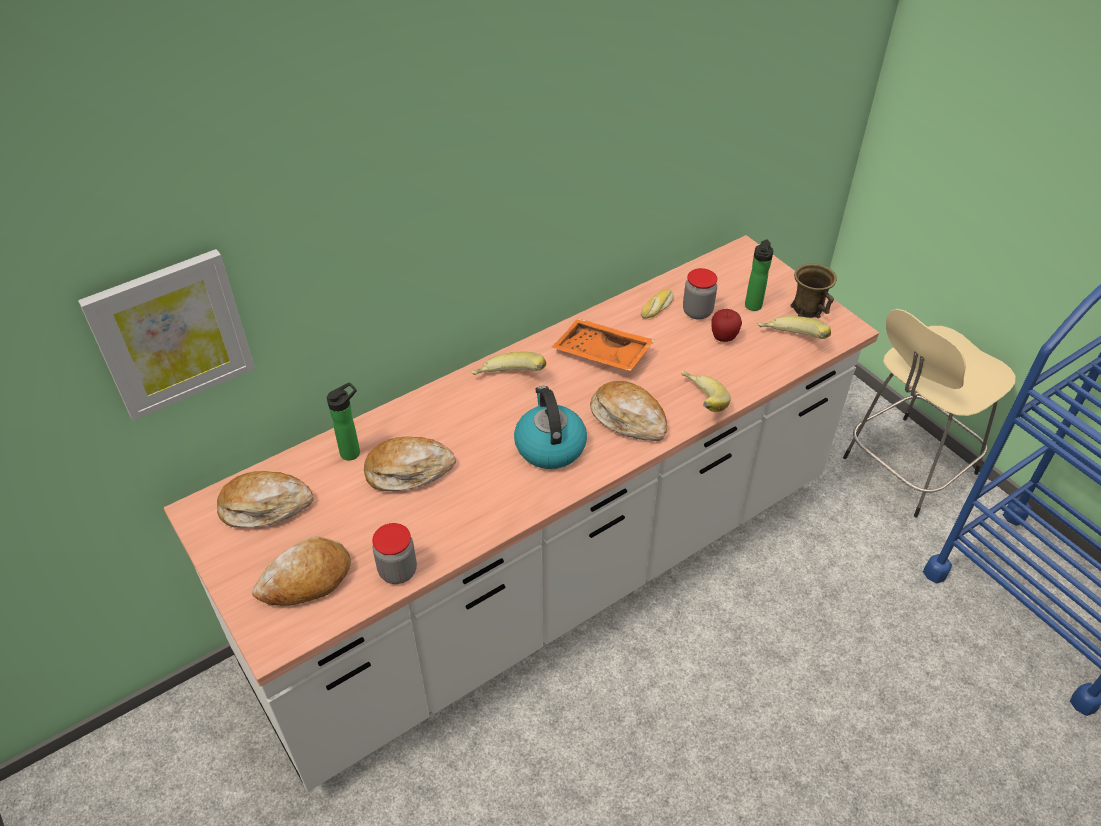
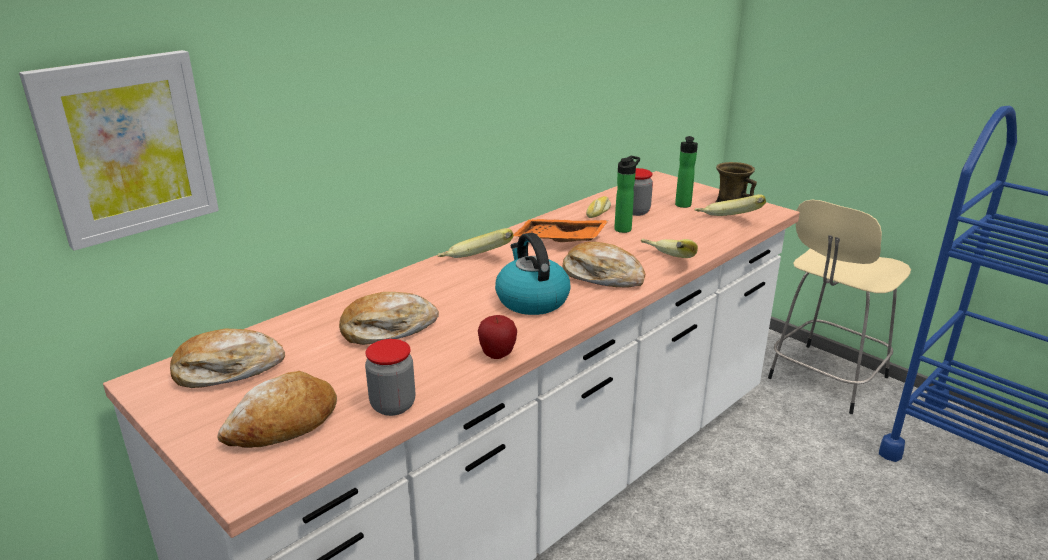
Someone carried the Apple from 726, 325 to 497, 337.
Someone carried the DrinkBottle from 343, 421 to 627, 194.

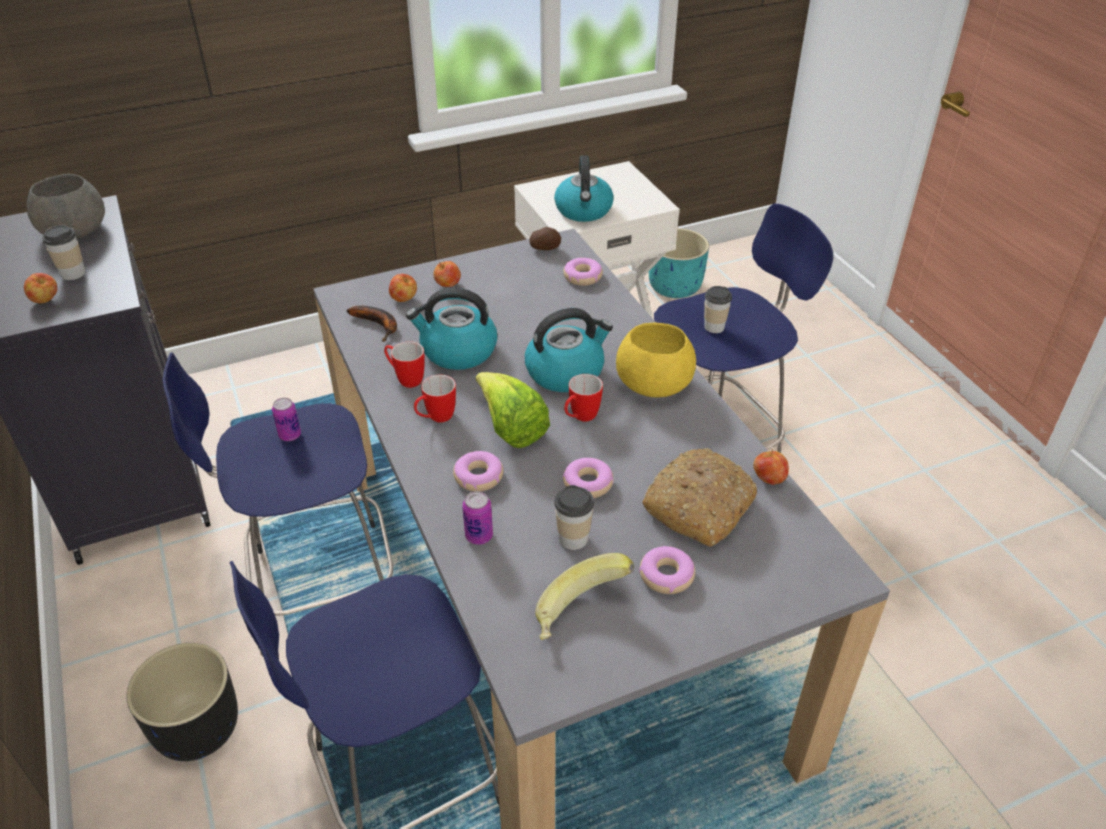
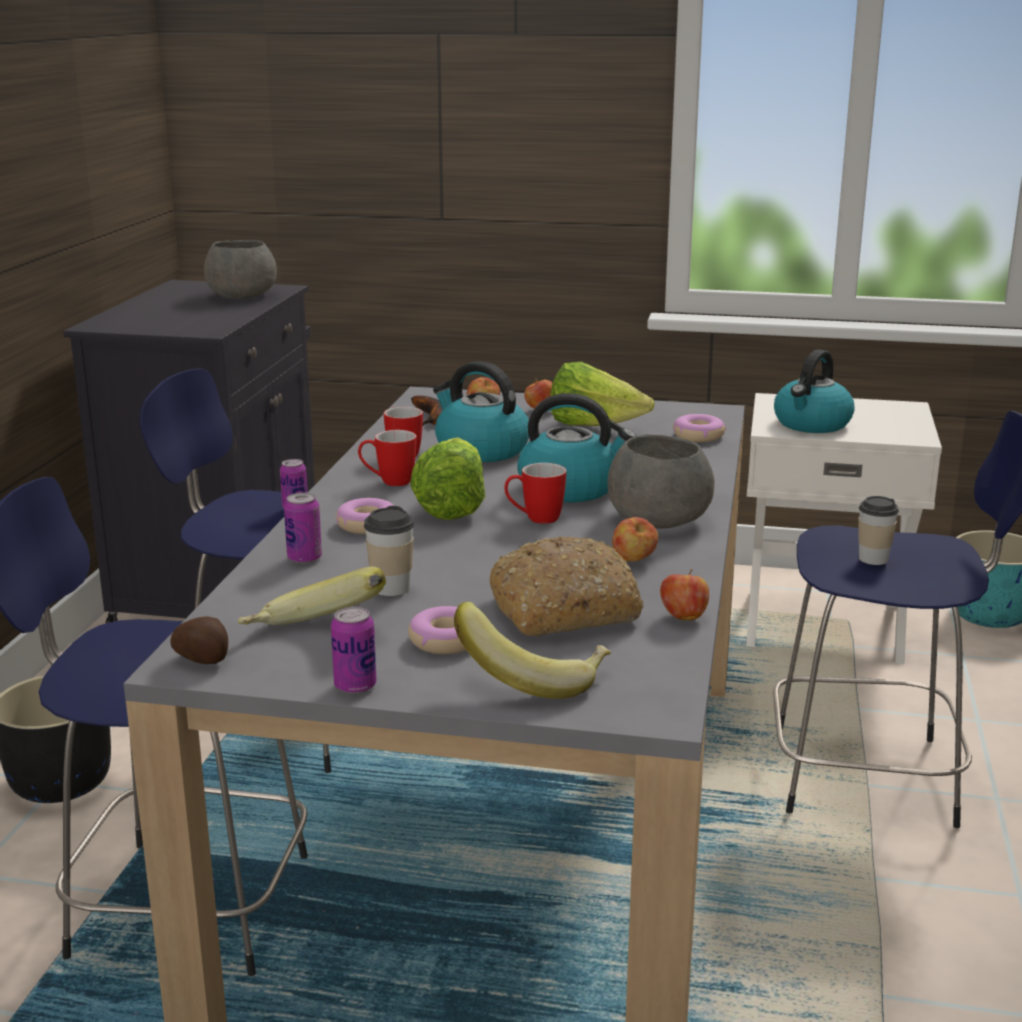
Someone took away the Cup at 64, 252.
Someone carried the Potato from 545, 239 to 199, 640.
Someone carried the Apple from 40, 288 to 635, 539.
Someone repainted the YellowishBowl at 656, 360, which became the GrayBowl at 660, 482.
Someone took away the Donut at 588, 478.
Someone put down the Lettuce at 602, 394.
Someone put down the WholeBanana at 532, 650.
Someone put down the SealedCan at 354, 650.

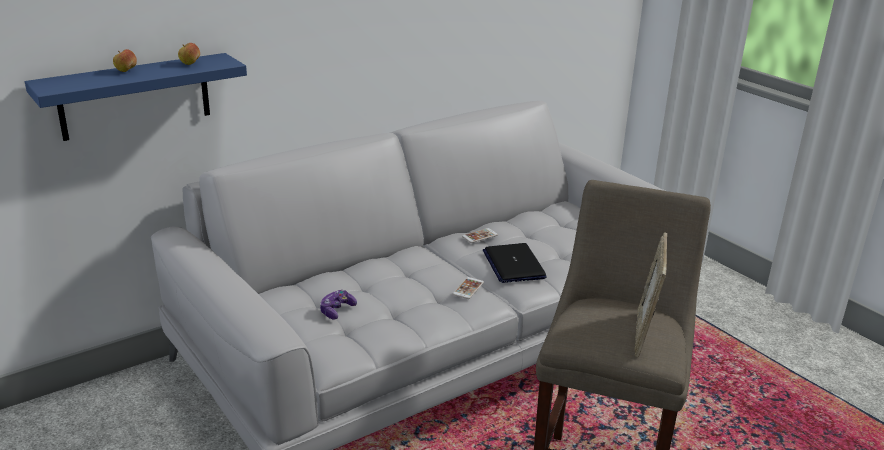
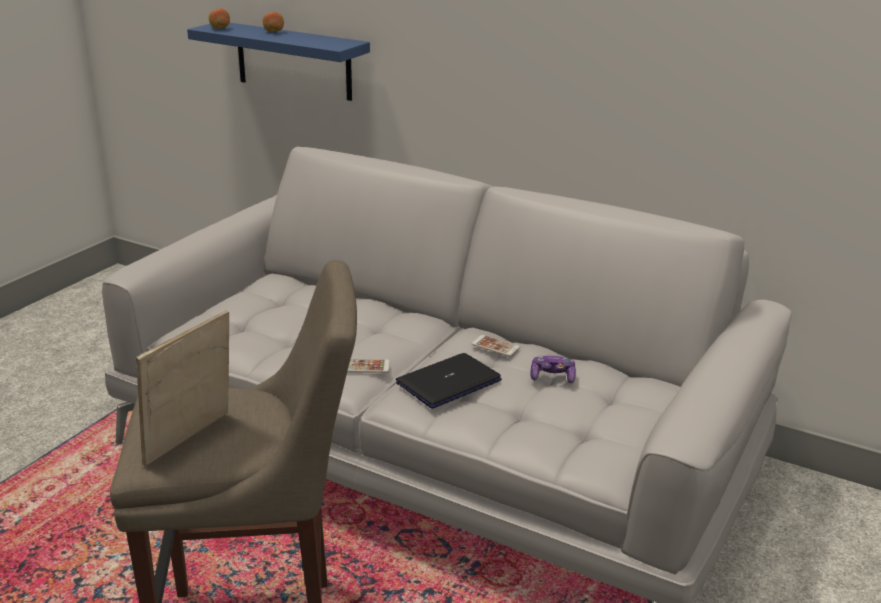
Someone carried the Apple from 189, 54 to 219, 18.
Someone rotated the StandingFrame at 651, 294 by 45 degrees counterclockwise.
Someone carried the Joypad from 338, 305 to 553, 369.

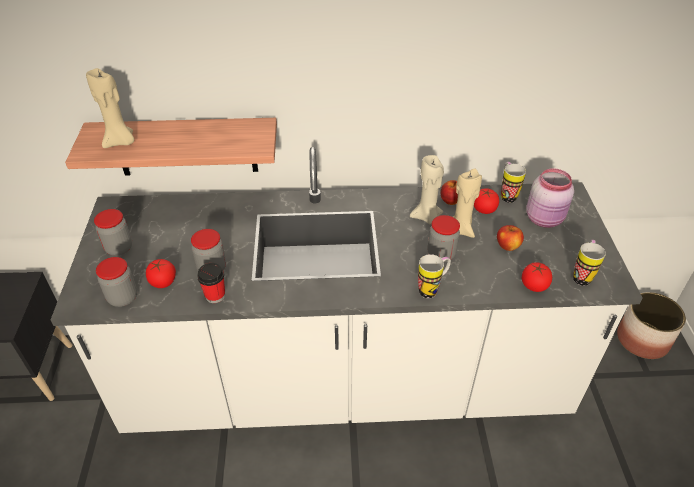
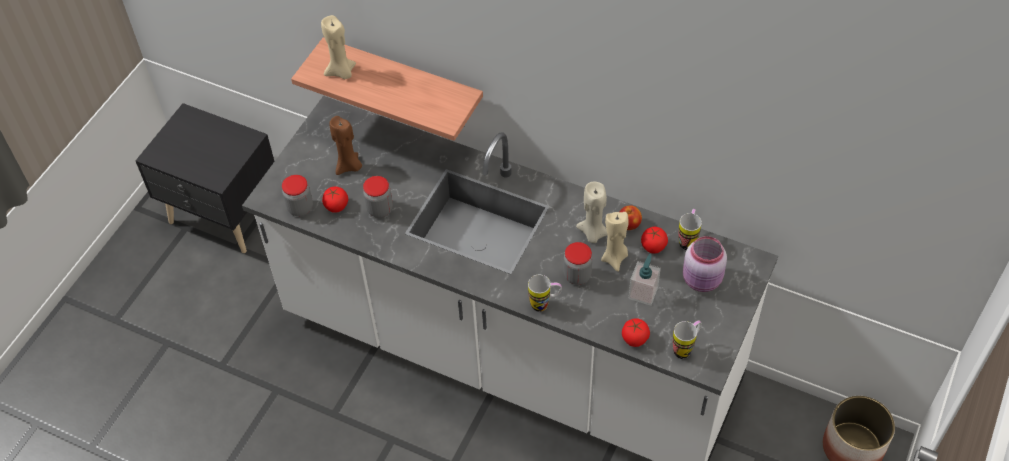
Someone took away the PreserveJar at 113, 232.
Someone swapped the Apple at 510, 238 for the LiquidSoapBottle at 645, 280.
Someone took away the Cup at 211, 283.
Someone put down the BrownColouredCandle at 345, 145.

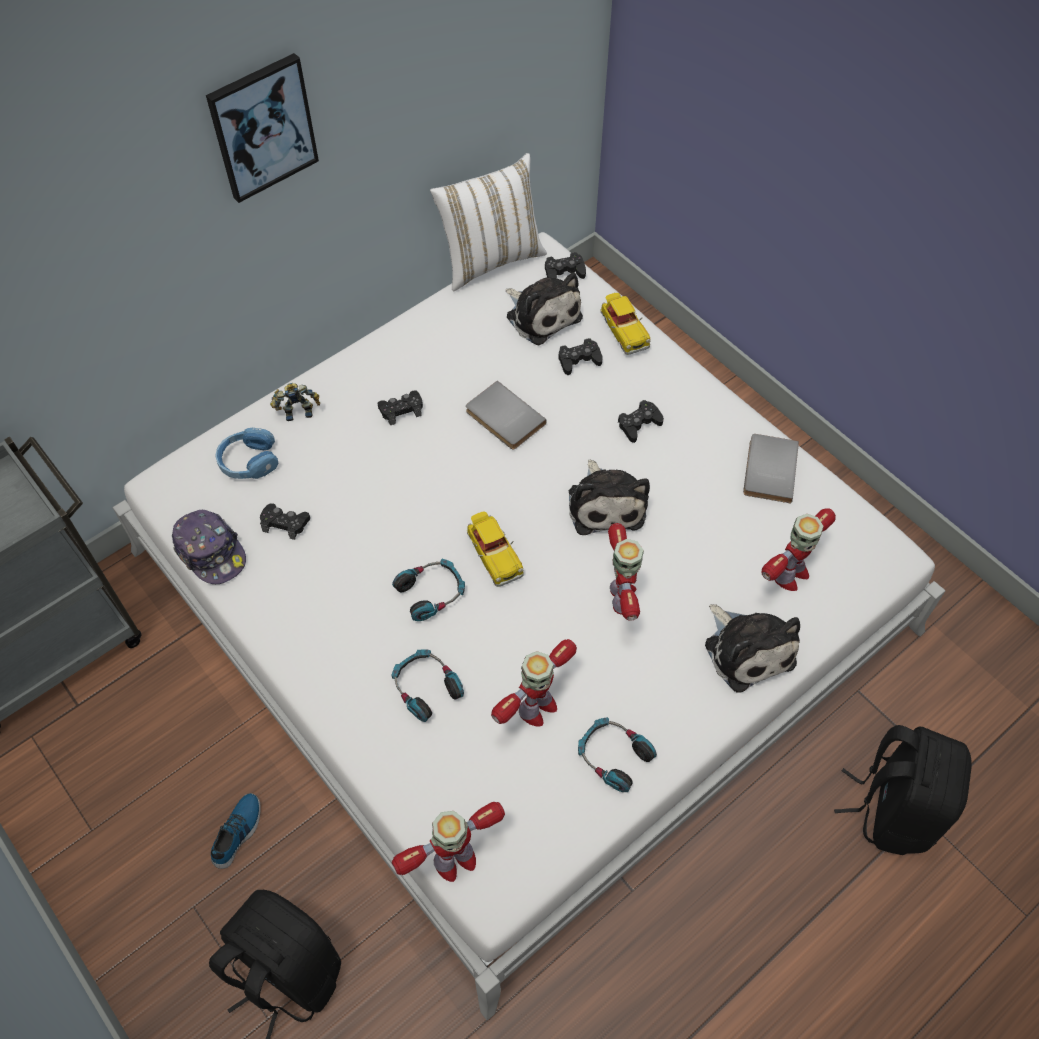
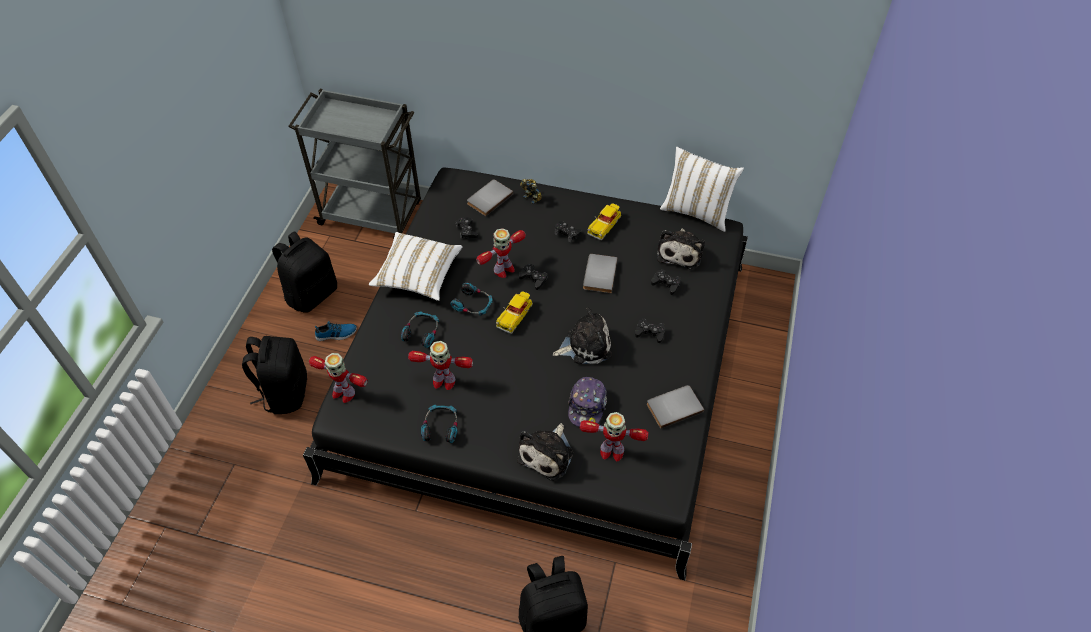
Someone took away the WallPicture at 262, 128.
Someone repainted the WhiteBedroomBed at 529, 626, which became the BlackishBedroomBed at 525, 374.
Someone carried the BlackishJoypad from 565, 265 to 533, 277.
Someone carried the MiniatureCar from 625, 324 to 604, 222.
Someone swapped the BlueHeadset at 246, 453 for the GrayBoundBook at 490, 197.
Someone rotated the CuddlyToy at 609, 497 by 150 degrees counterclockwise.
Someone carried the Cap from 209, 547 to 587, 402.
Someone carried the RobotFigure from 626, 572 to 501, 253.
Someone put down the BlackishBackpack at 304, 272.
Someone put down the WhiteThrowPillow at 415, 266.

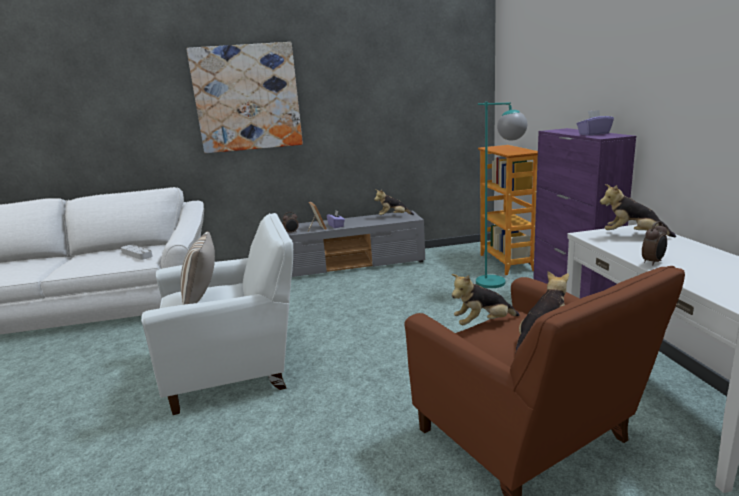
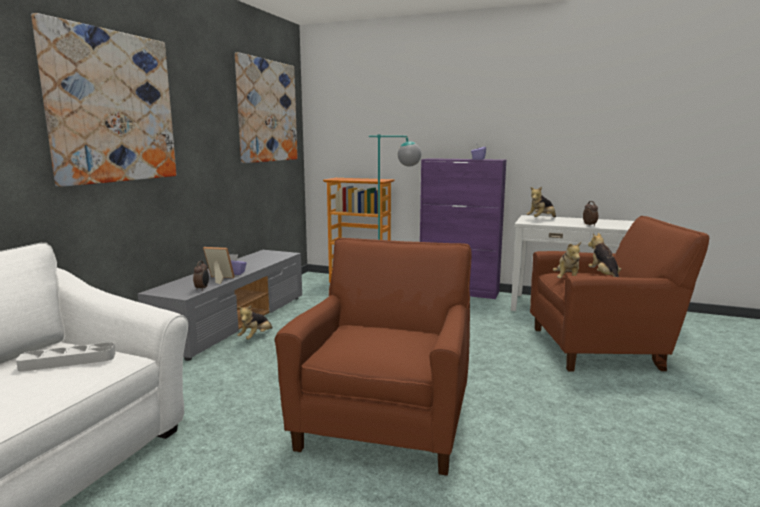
Someone carried the CuddlyToy from 394, 202 to 255, 322.
Someone repainted the WhiteLoungeChair at 217, 314, which became the BrownColouredLoungeChair at 373, 357.
Someone took away the ThrowPillow at 197, 268.
Someone put up the WallPicture at 266, 107.

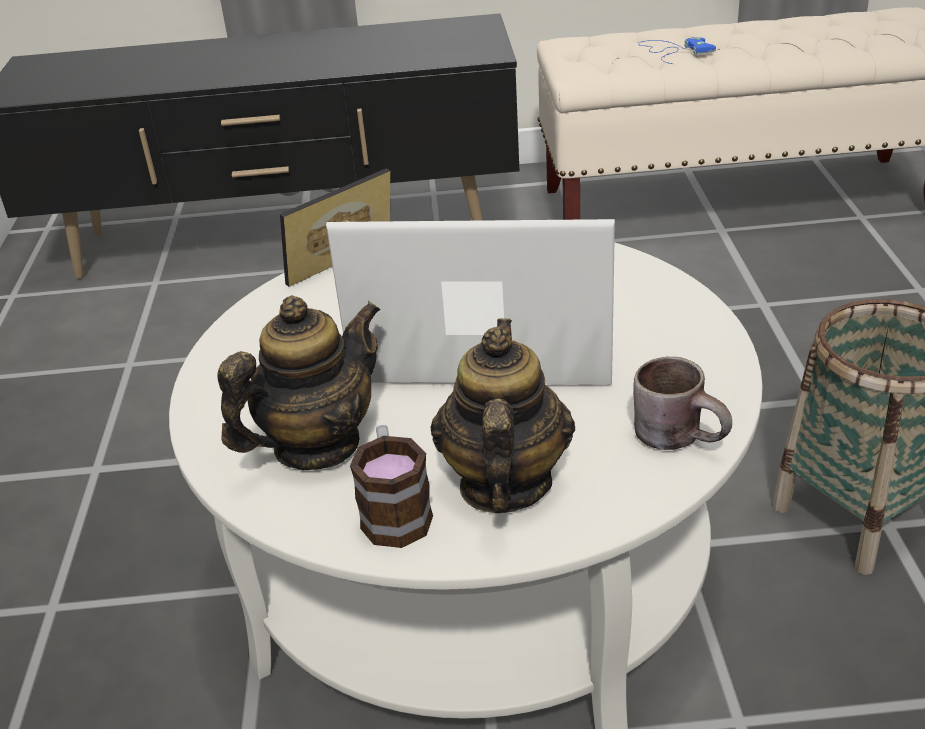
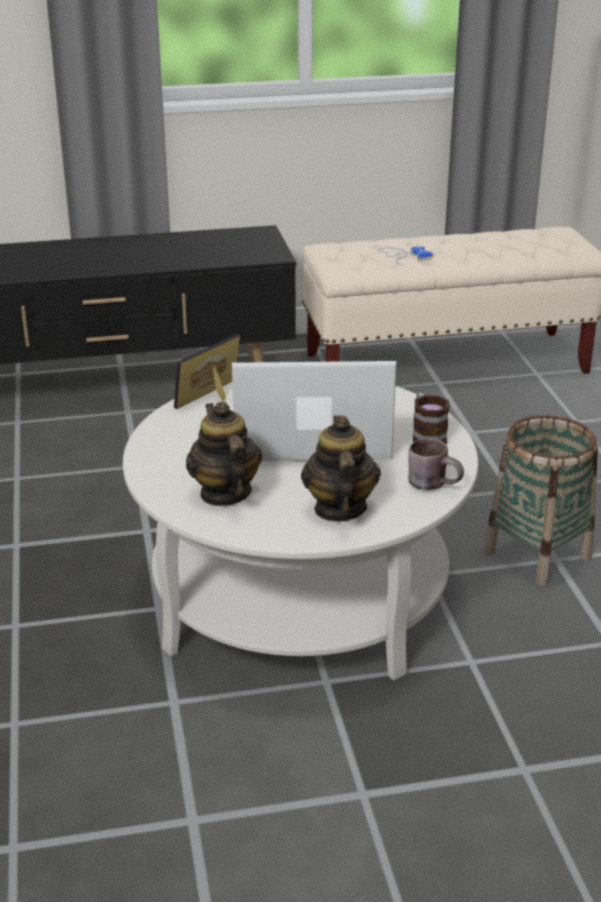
Someone rotated the Teapot at 299, 382 by 60 degrees counterclockwise.
Someone carried the TeaMug from 391, 486 to 431, 418.

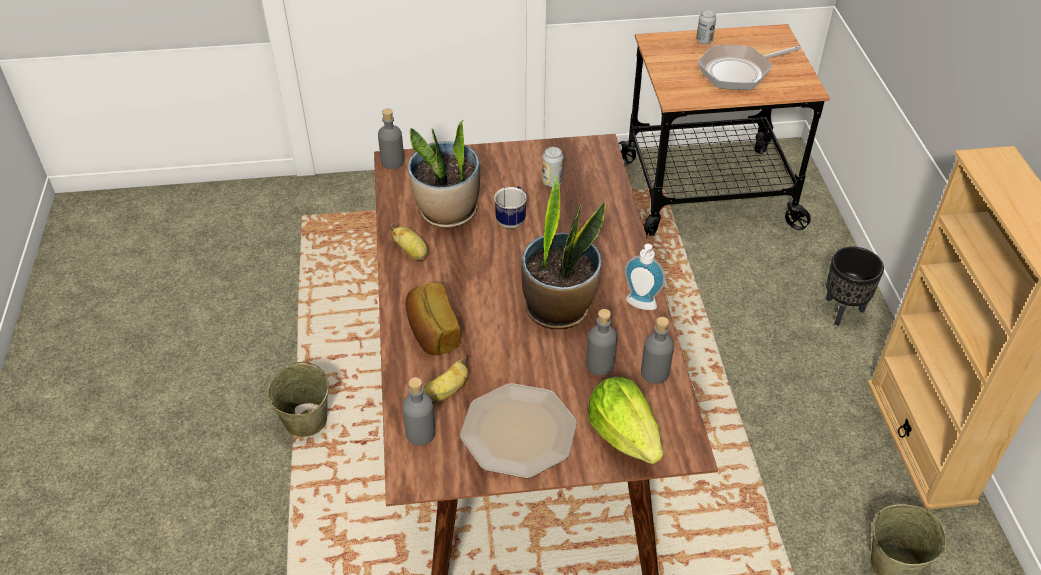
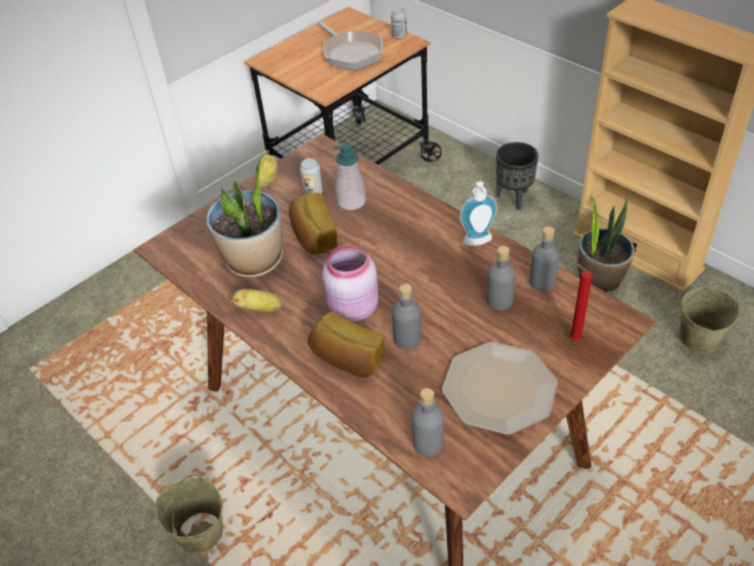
Someone carried the SealedCan from 706, 27 to 399, 23.
Someone rotated the FryingPan at 749, 67 by 60 degrees counterclockwise.
Someone carried the GrayDrinkBottle from 391, 138 to 406, 316.
Someone carried the PottedPlant from 563, 252 to 606, 245.
Someone swapped the TeaMug at 510, 207 for the BakedBread at 313, 224.
Someone carried the WholeBanana from 446, 379 to 266, 169.
Someone swapped the Lettuce at 625, 420 for the ReddishCandle at 581, 302.
Someone put down the LiquidSoapBottle at 349, 177.
Someone put down the PinkColouredPreserveJar at 350, 283.

